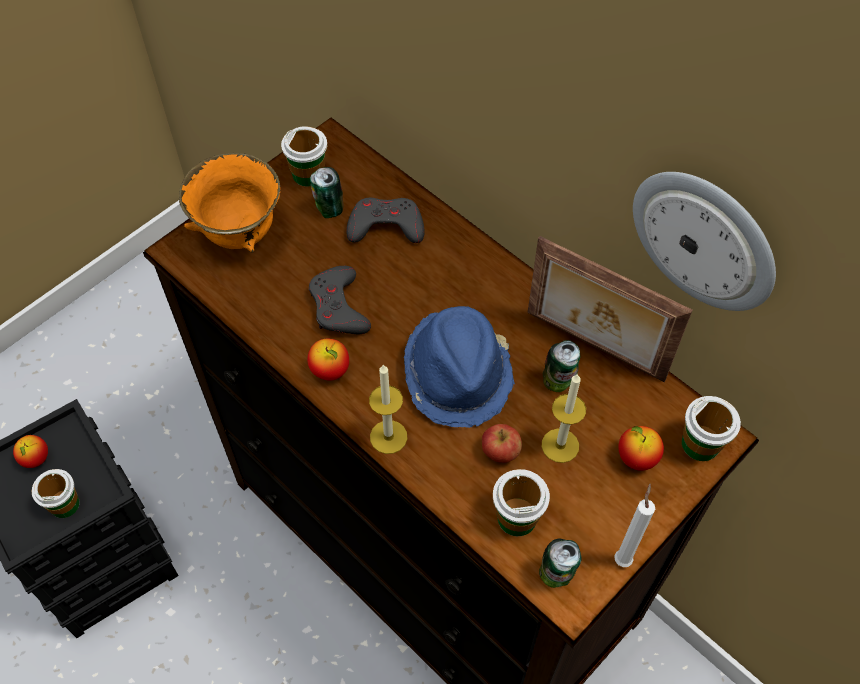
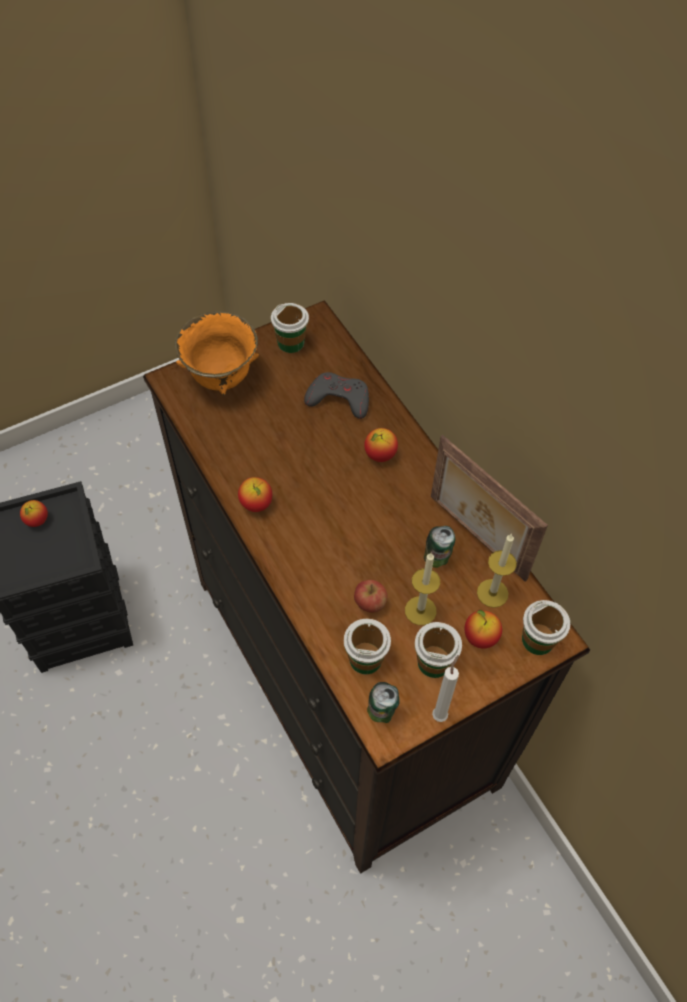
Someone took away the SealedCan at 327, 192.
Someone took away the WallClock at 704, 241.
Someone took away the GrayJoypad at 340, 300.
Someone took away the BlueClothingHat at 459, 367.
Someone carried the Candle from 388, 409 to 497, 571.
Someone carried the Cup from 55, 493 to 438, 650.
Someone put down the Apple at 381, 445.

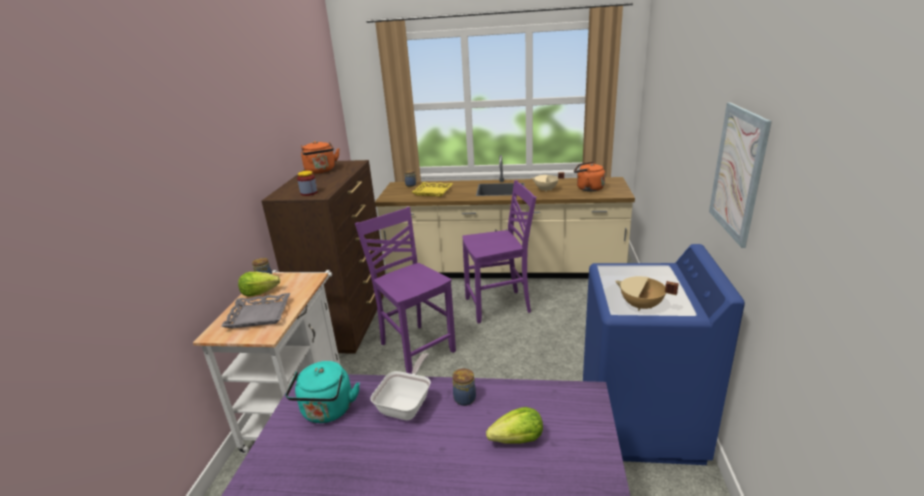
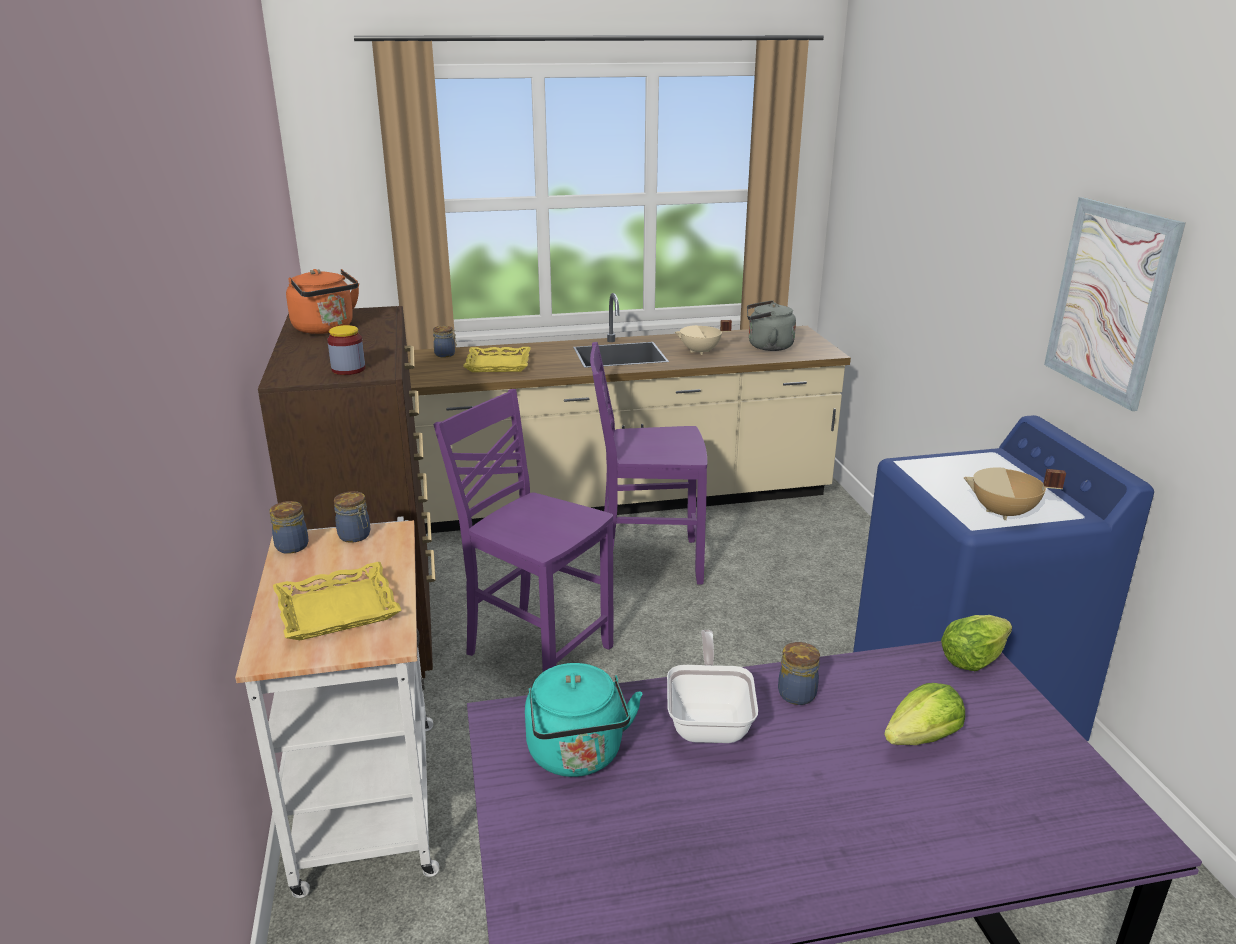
Someone repainted the OrangeyWaterKettle at 589, 177, which became the GrayWaterKettle at 771, 325.
Someone rotated the PurplishUprightChair at 499, 252 by 150 degrees counterclockwise.
Someone carried the Lettuce from 259, 284 to 976, 643.
Someone repainted the GrayServingTray at 255, 310, which became the YellowishServingTray at 337, 601.
Someone put down the PreserveJar at 352, 517.

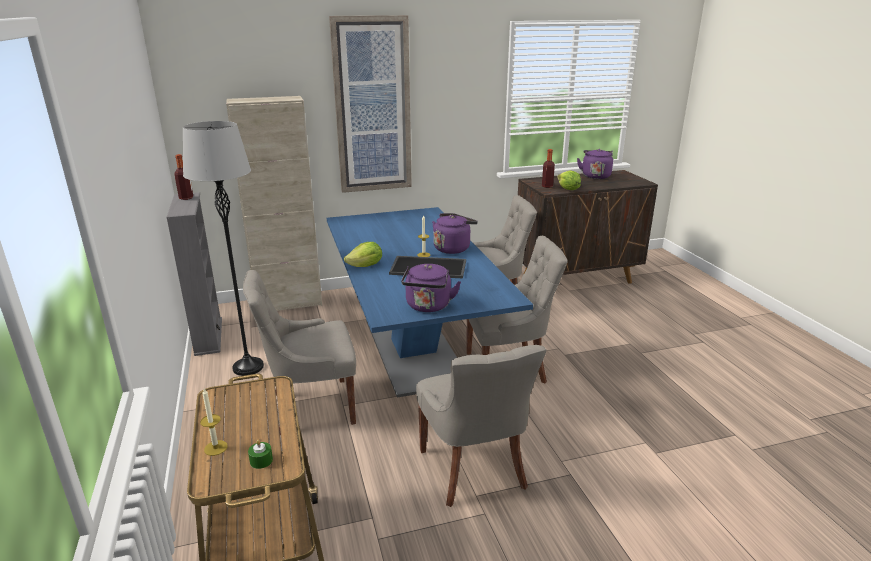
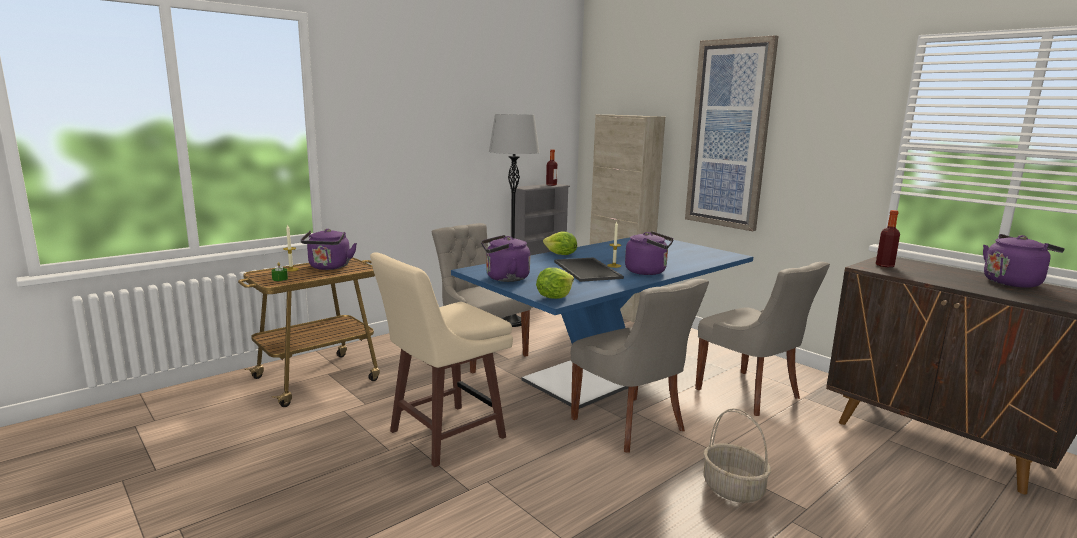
Someone carried the Lettuce from 569, 180 to 555, 283.
Someone swapped the GrayUprightChair at 481, 426 for the BeigeColouredSittingStool at 441, 359.
Someone put down the PurplishWaterKettle at 329, 249.
Someone put down the StorageBasket at 737, 455.

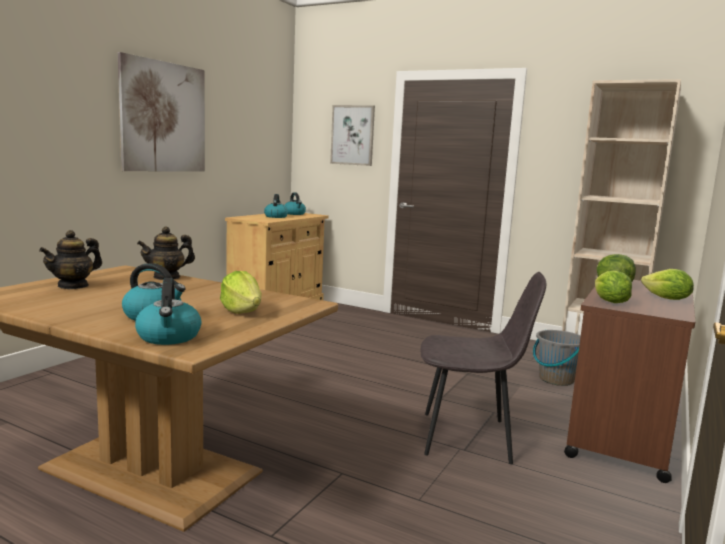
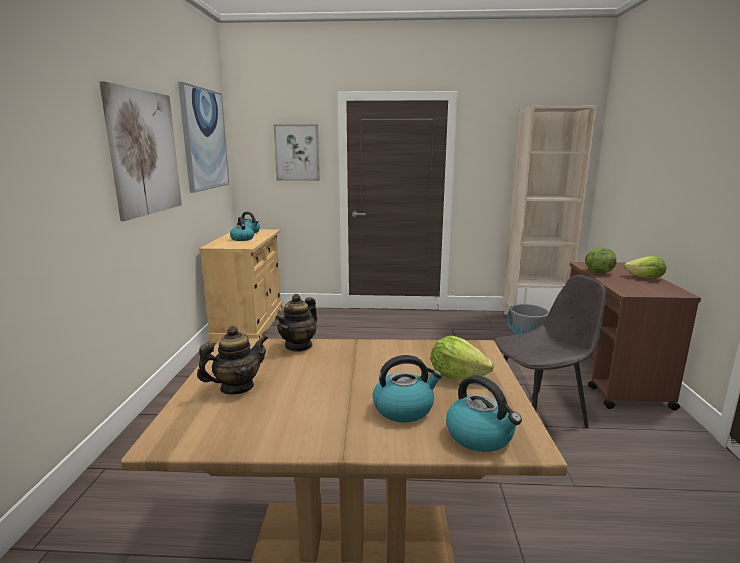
Someone rotated the Teapot at 70, 259 by 135 degrees counterclockwise.
Someone took away the Lettuce at 613, 286.
Someone put up the WallPicture at 203, 137.

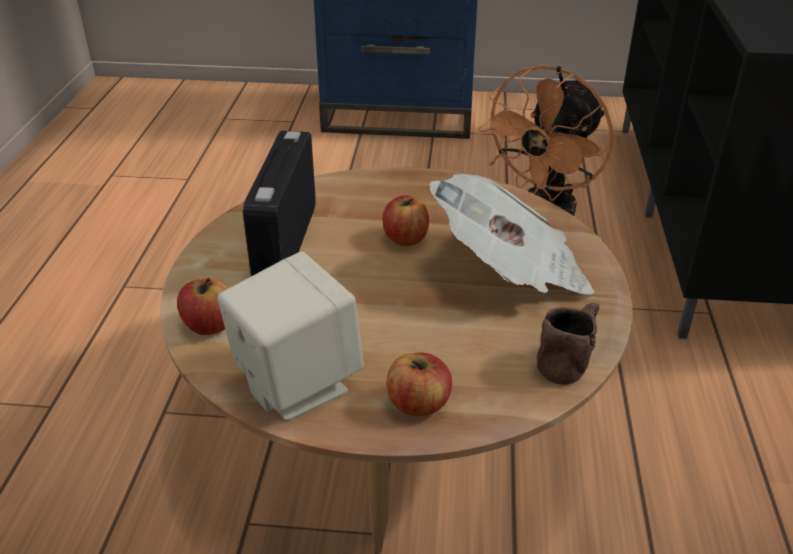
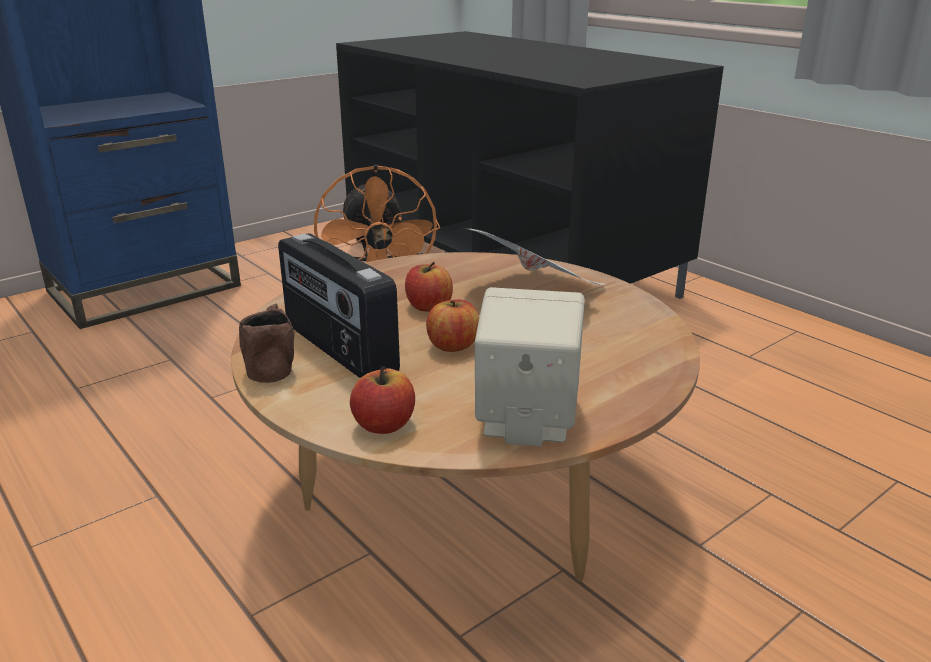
Someone carried the BrownColouredTeaMug from 568, 344 to 266, 343.
Someone carried the Apple from 419, 384 to 452, 325.

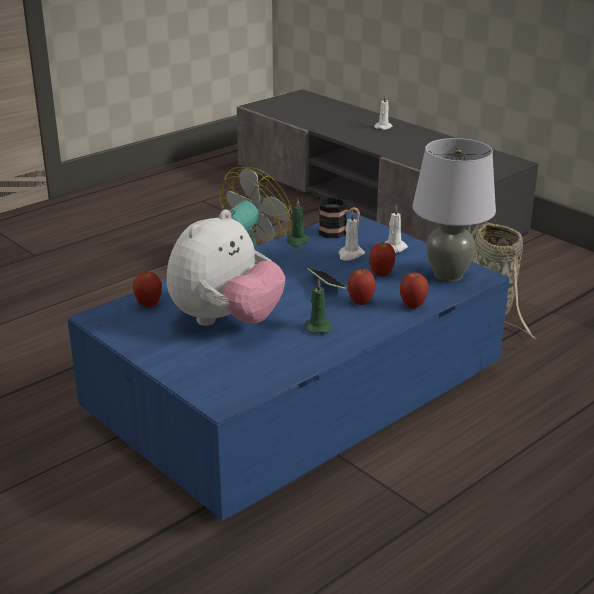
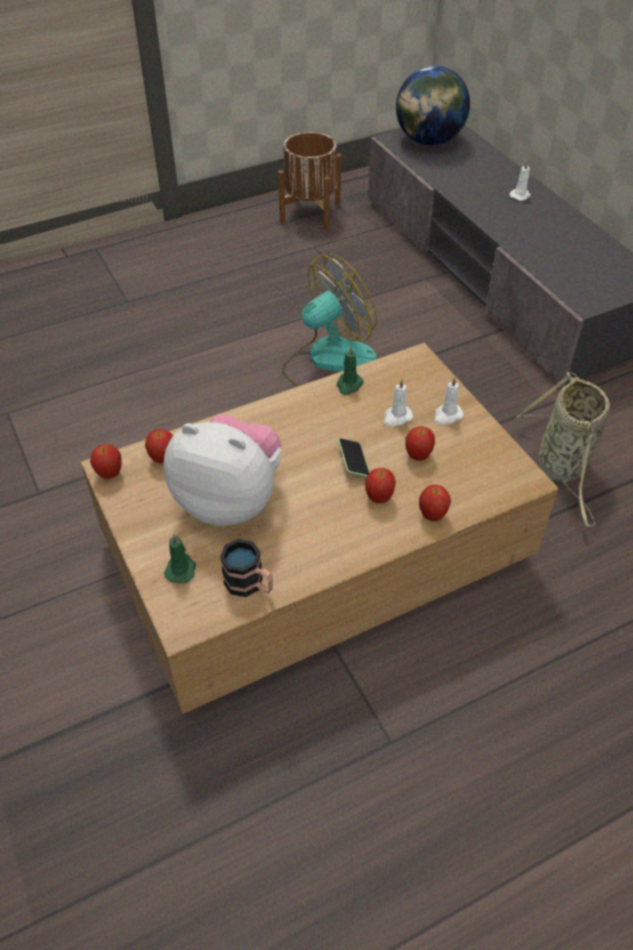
Someone took away the GrayTableLamp at 454, 210.
Someone carried the TeaMug from 339, 217 to 246, 568.
Someone rotated the CuddlyToy at 226, 268 by 120 degrees counterclockwise.
Someone repainted the BlueLoungeTable at 288, 365, which became the BrownColouredLoungeTable at 319, 528.
Someone carried the GreenColouredCandle from 319, 306 to 180, 558.
Someone put down the WorldGlobe at 433, 105.
Someone put down the BrownColouredPlanter at 309, 181.
Someone put down the Apple at 106, 461.

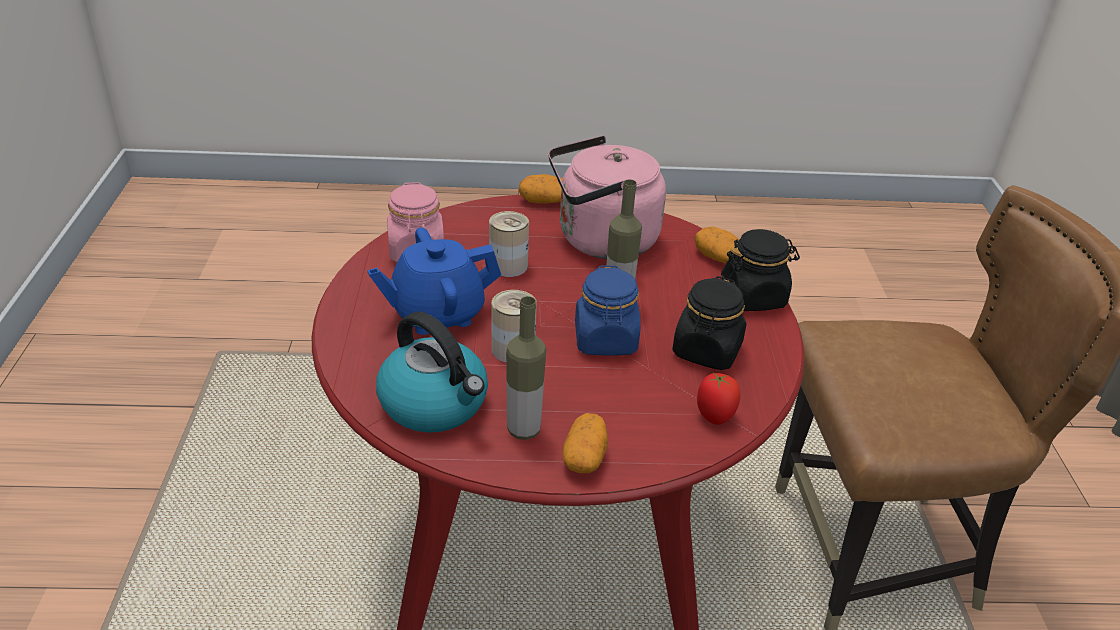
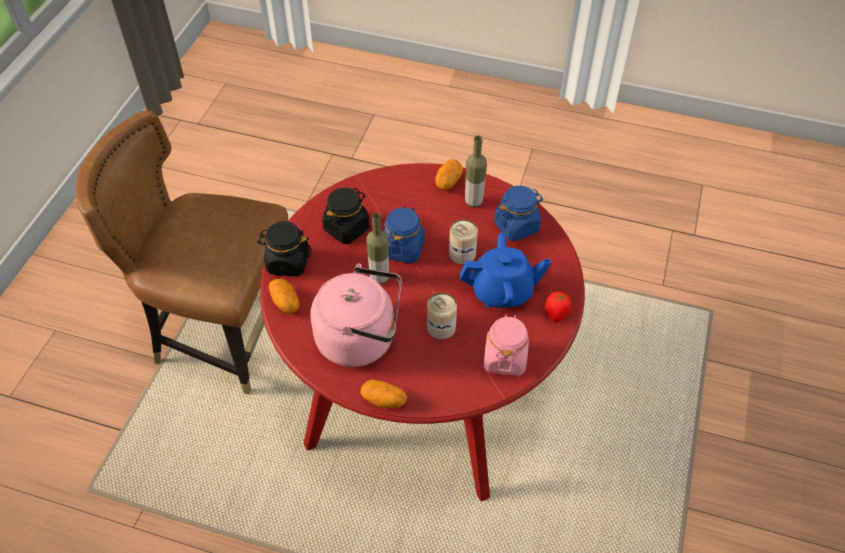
Someone swapped the WaterKettle at 432, 372 for the BluePreserveJar at 518, 214.
Someone carried the FreshTomato from 719, 399 to 558, 307.

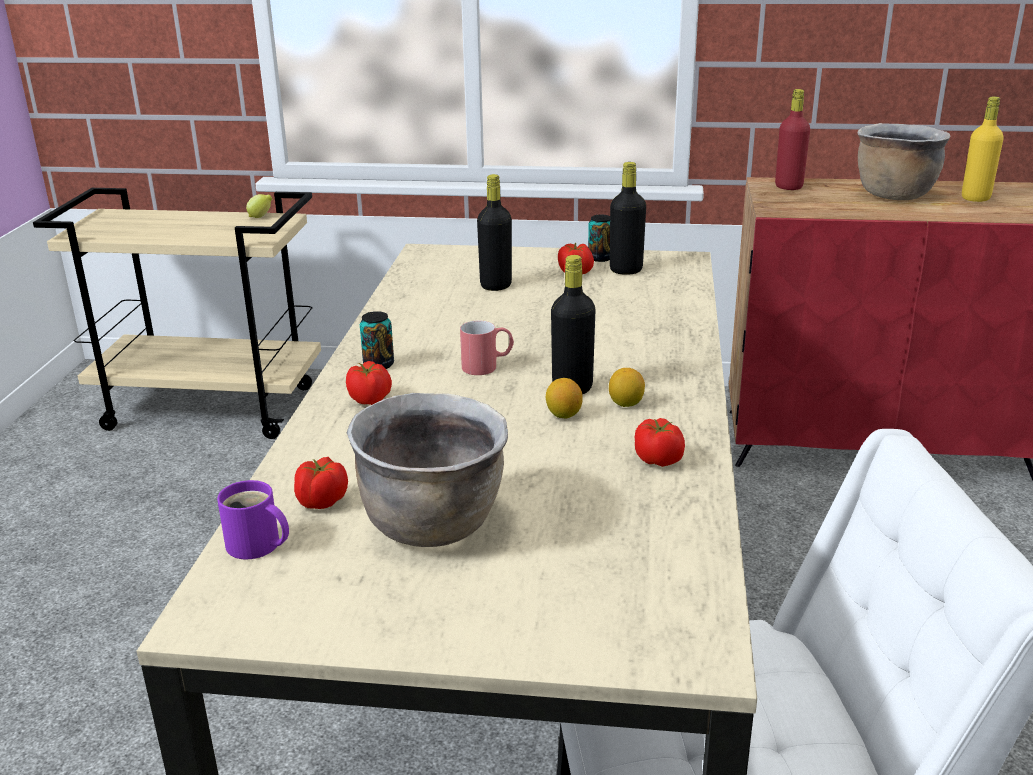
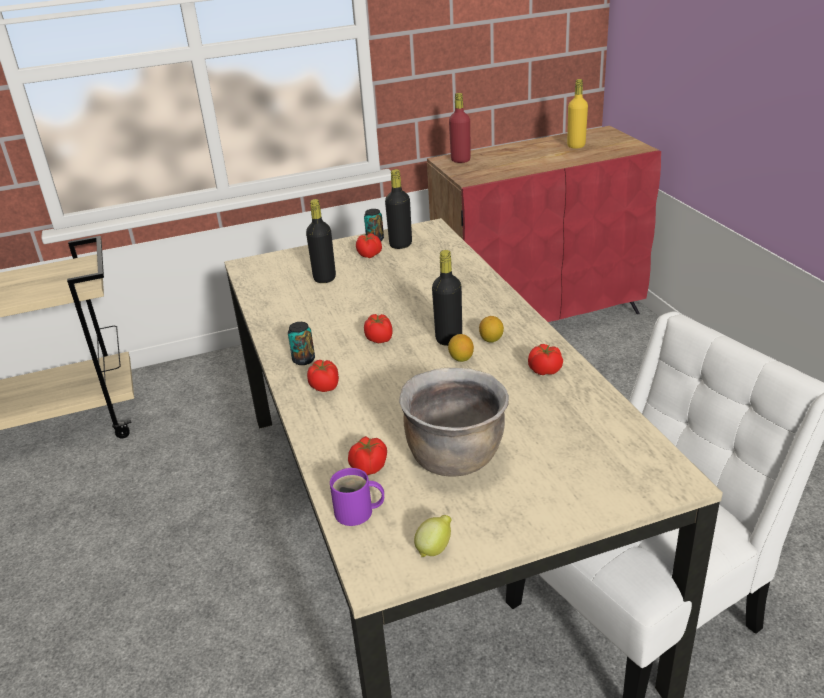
Someone took away the BrownColouredCookingPot at 904, 161.
Someone carried the Lemon from 259, 206 to 433, 536.
Someone swapped the ReddishTeaMug at 487, 348 for the FreshTomato at 378, 329.

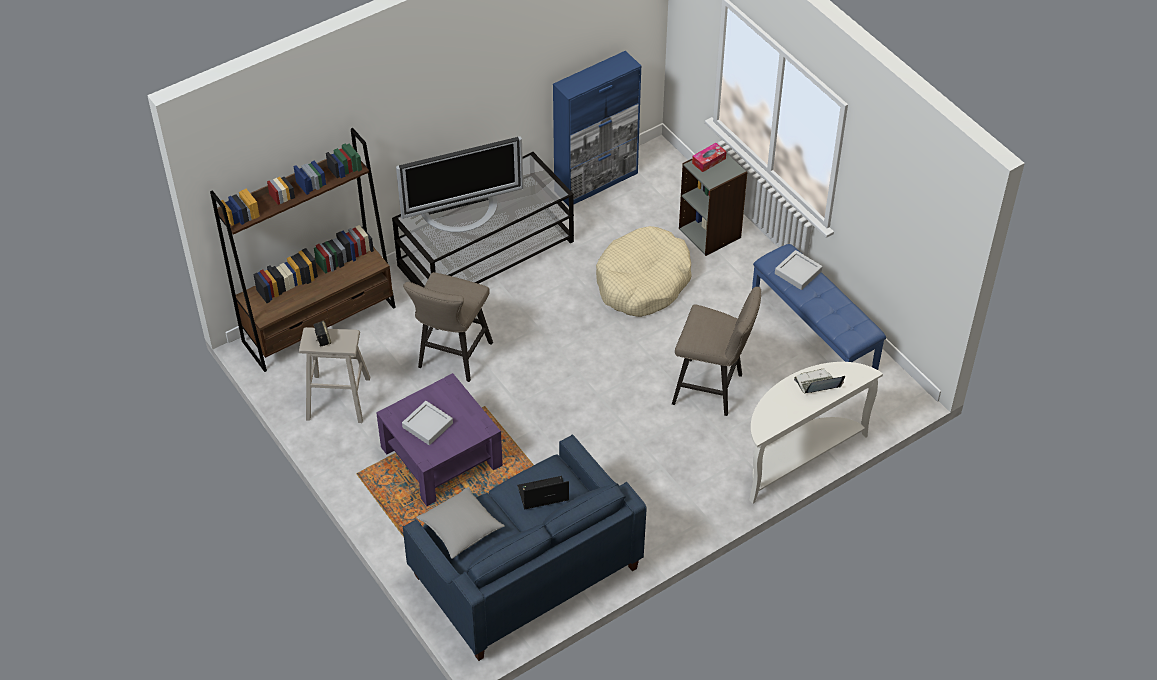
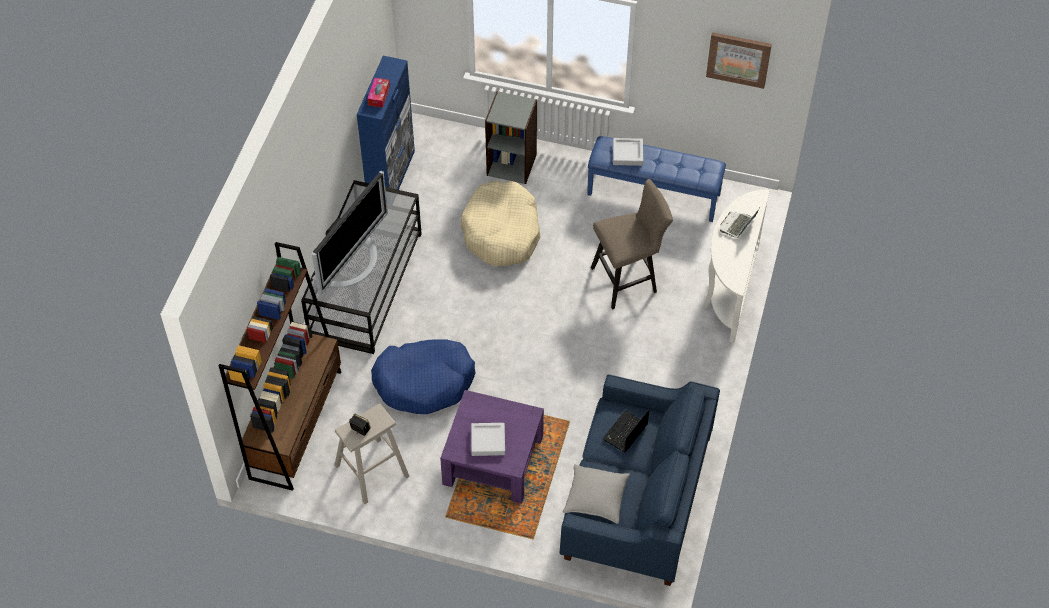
Someone carried the TissueHolder from 709, 157 to 378, 93.
Someone swapped the BeigeColouredSittingStool at 448, 327 for the BlueDogCushion at 423, 377.
Someone put up the WallPicture at 739, 60.

